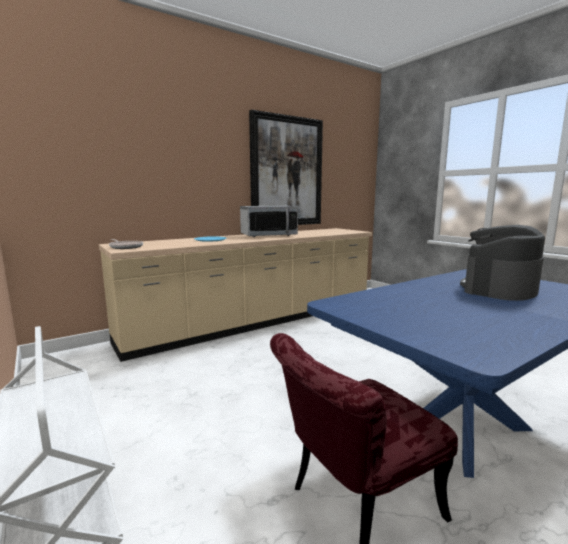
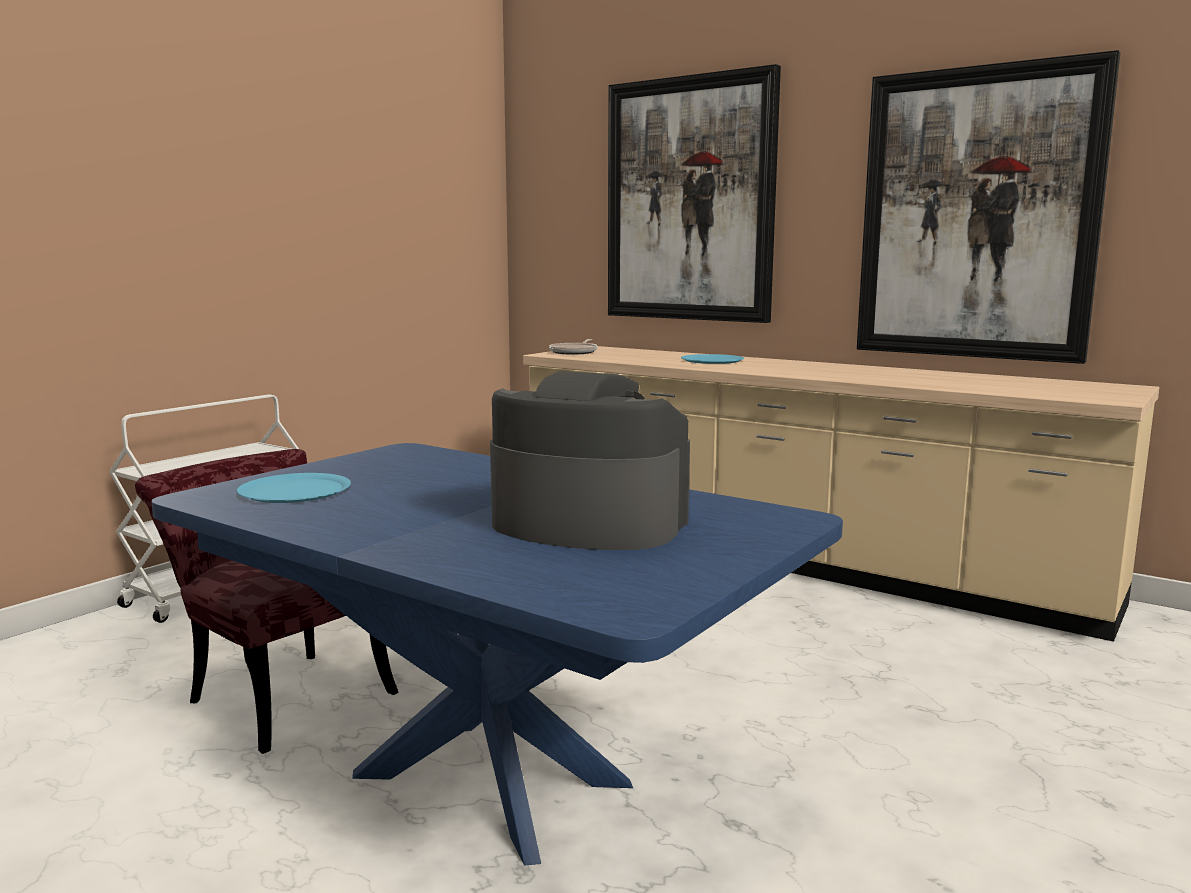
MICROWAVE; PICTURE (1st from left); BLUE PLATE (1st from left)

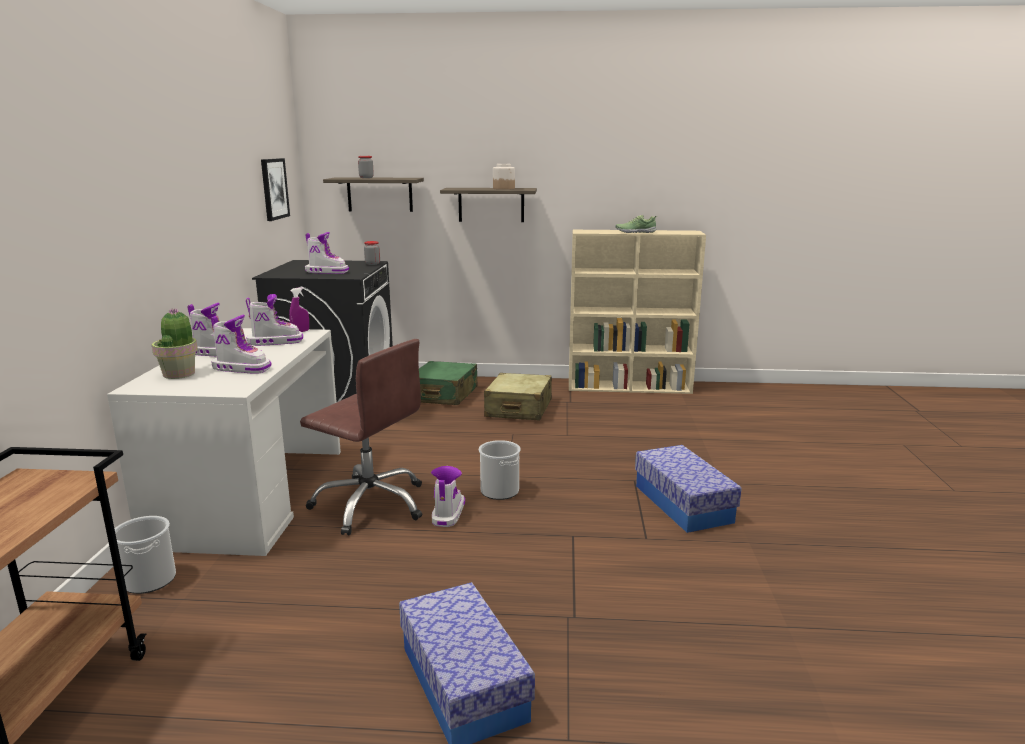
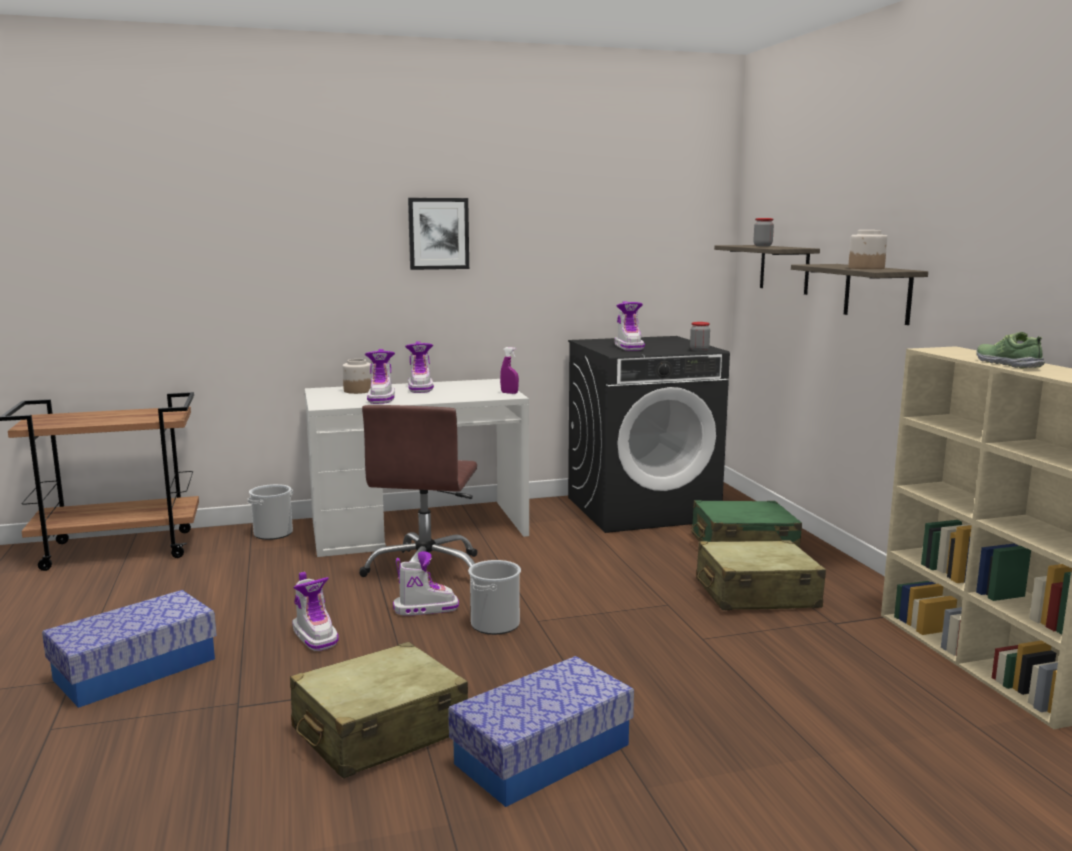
PICTURE; BOOT (1st from left); JAR (1st from left); BEIGE SUITCASE (1st from left)

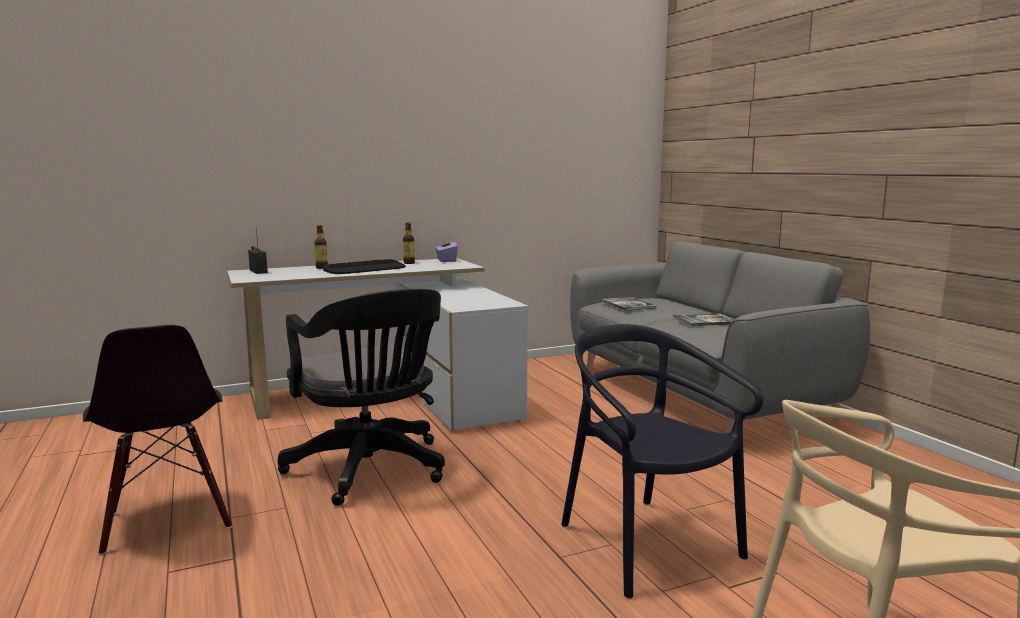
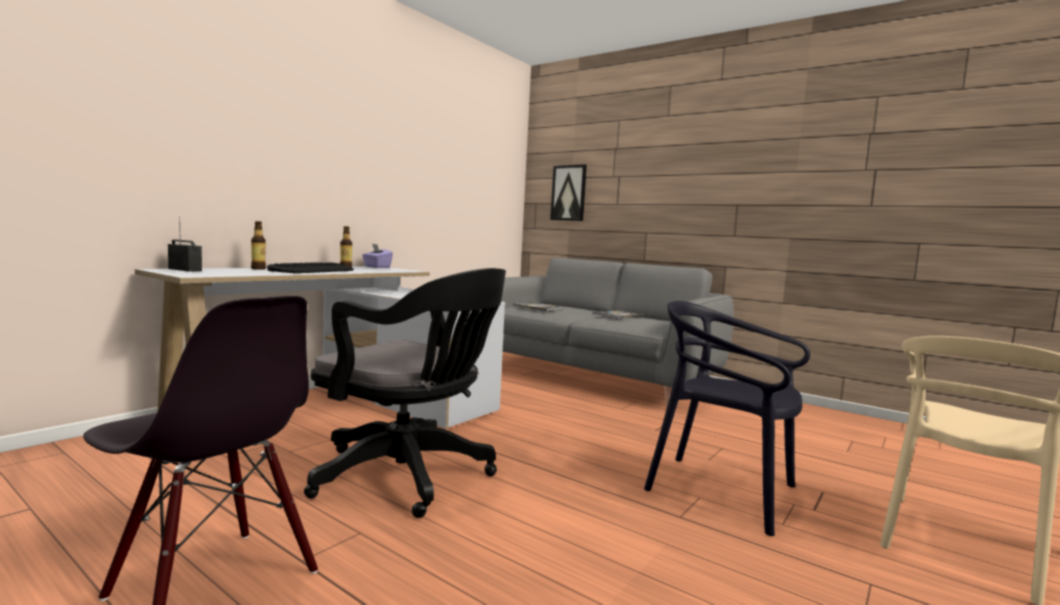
PICTURE

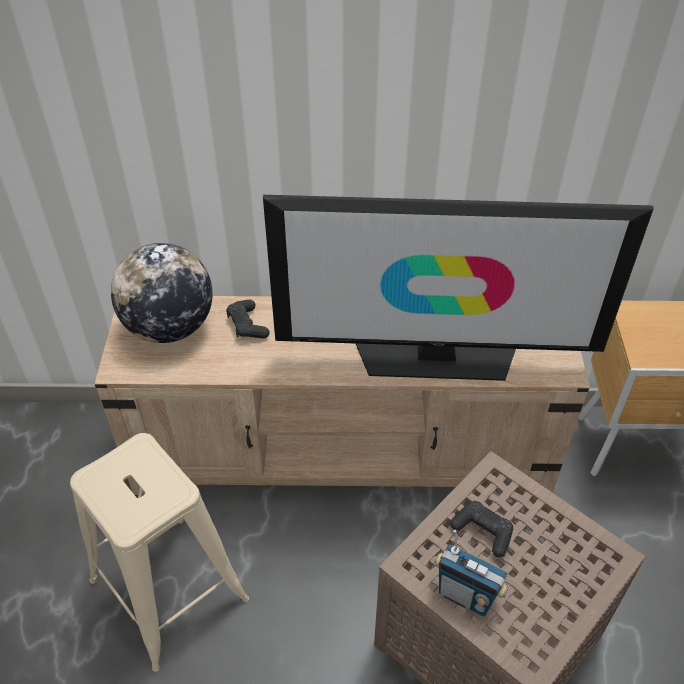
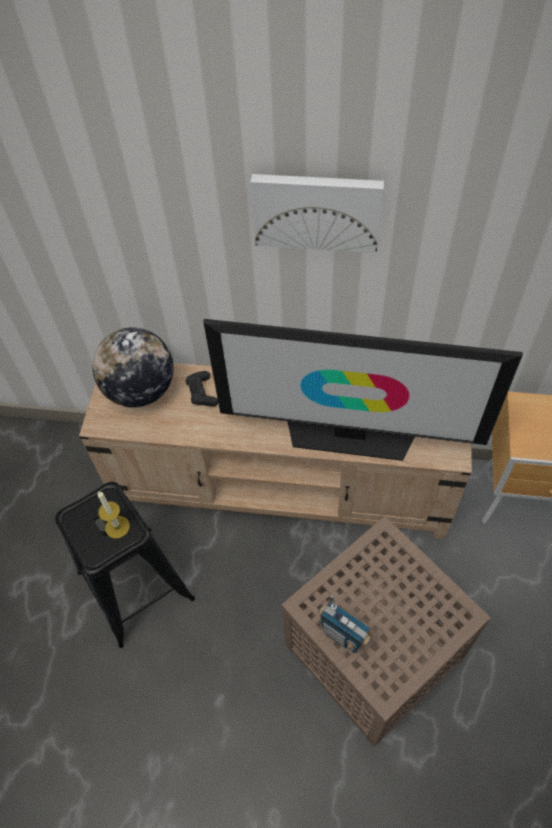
BLACK STOOL; BLACK GAME CONTROLLER (2nd from left in the first image); PICTURE; CANDLE

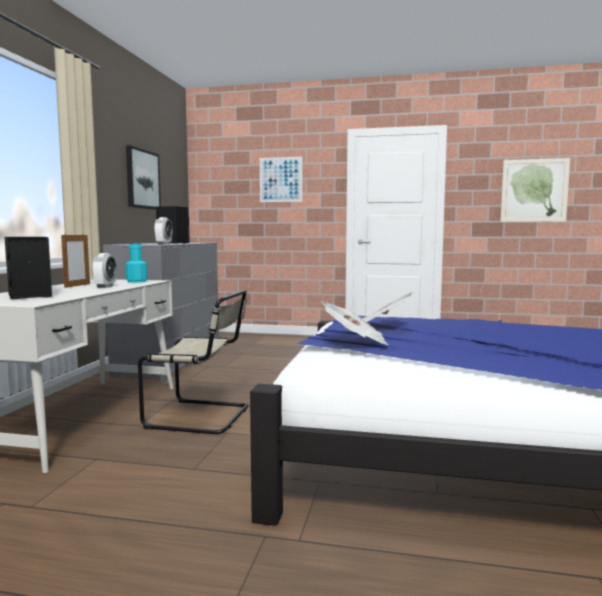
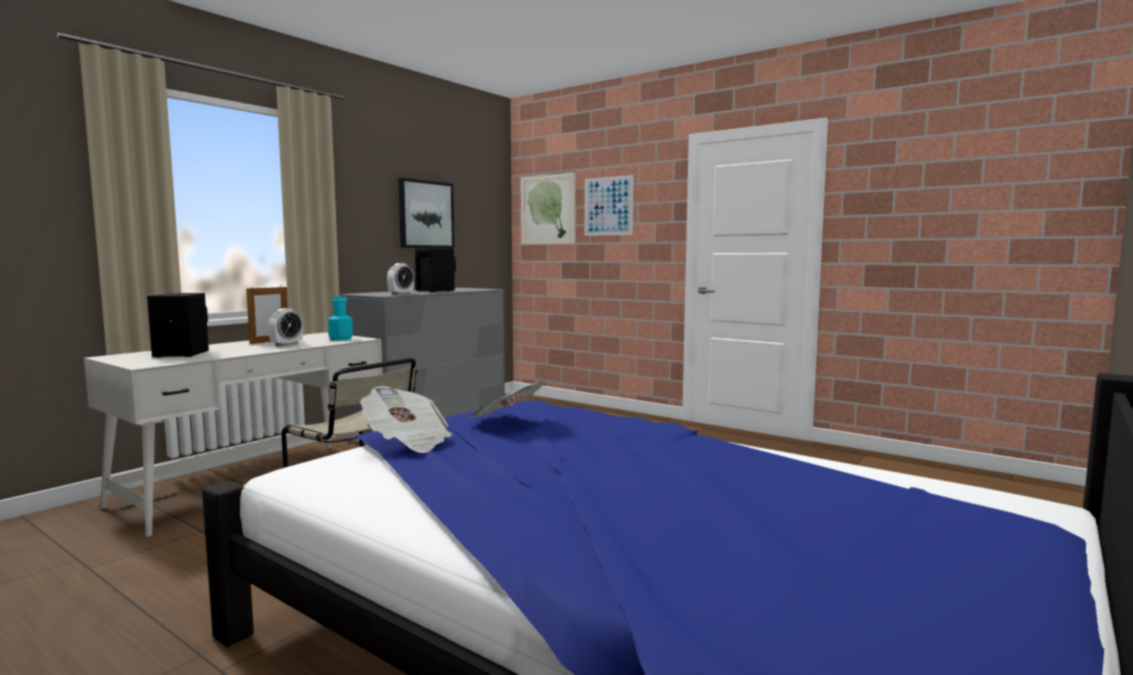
PICTURE (2nd from left)

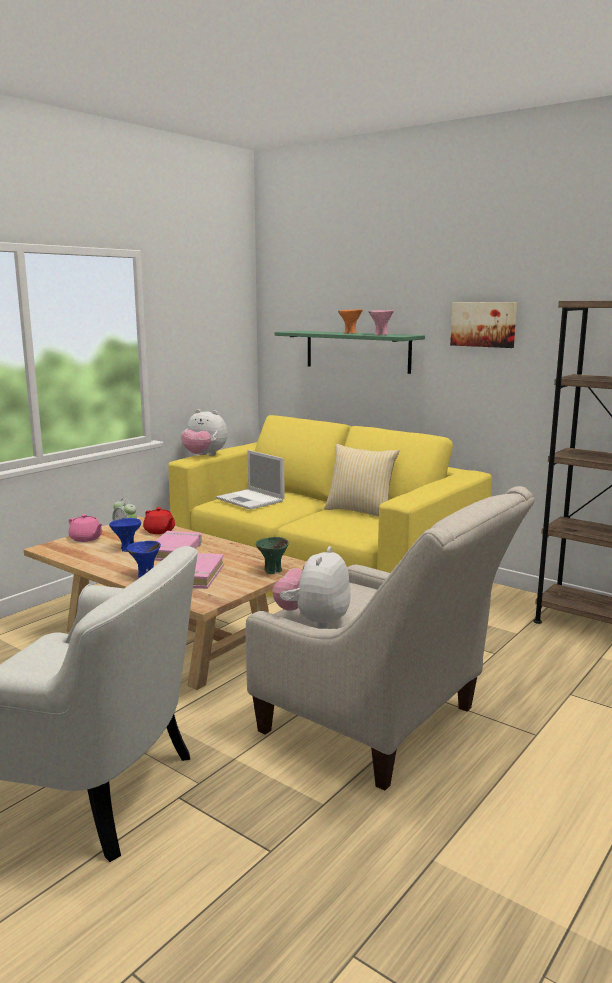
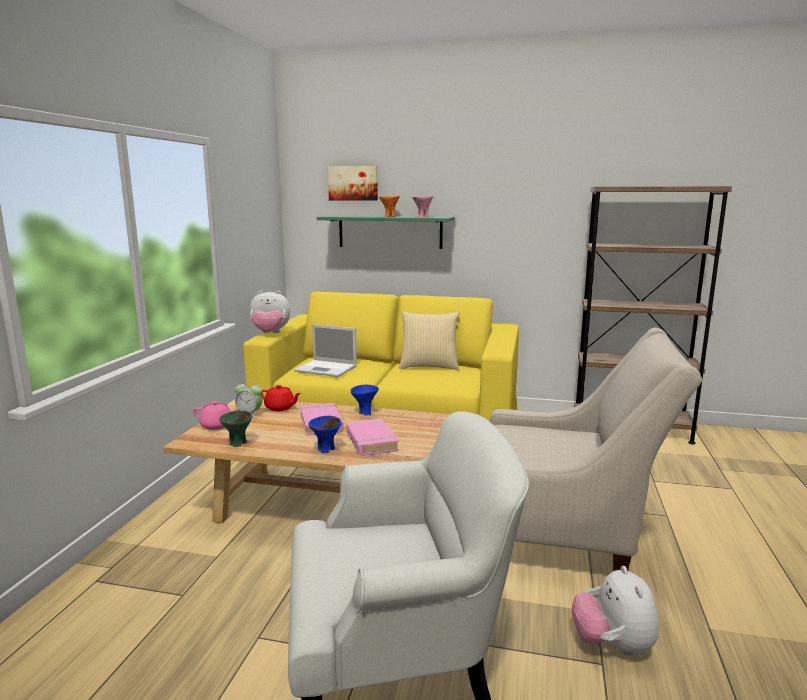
PICTURE; BLUE BOWL (2nd from left); GREEN BOWL; PLUSH TOY (2nd from left)

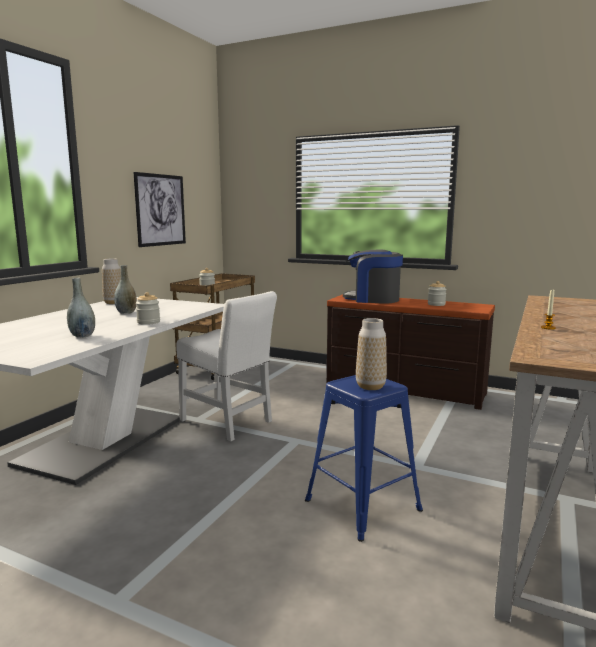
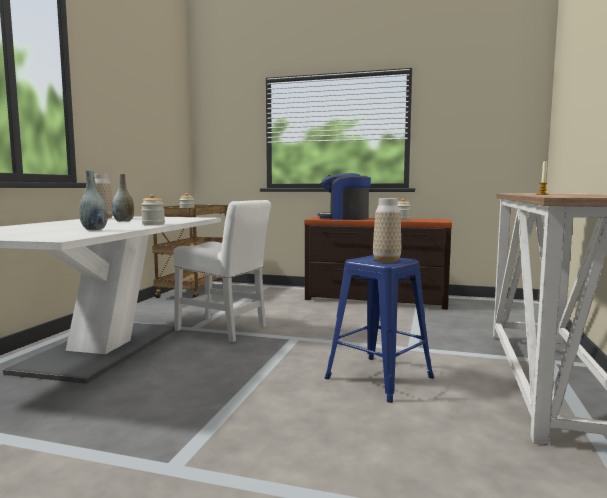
PICTURE

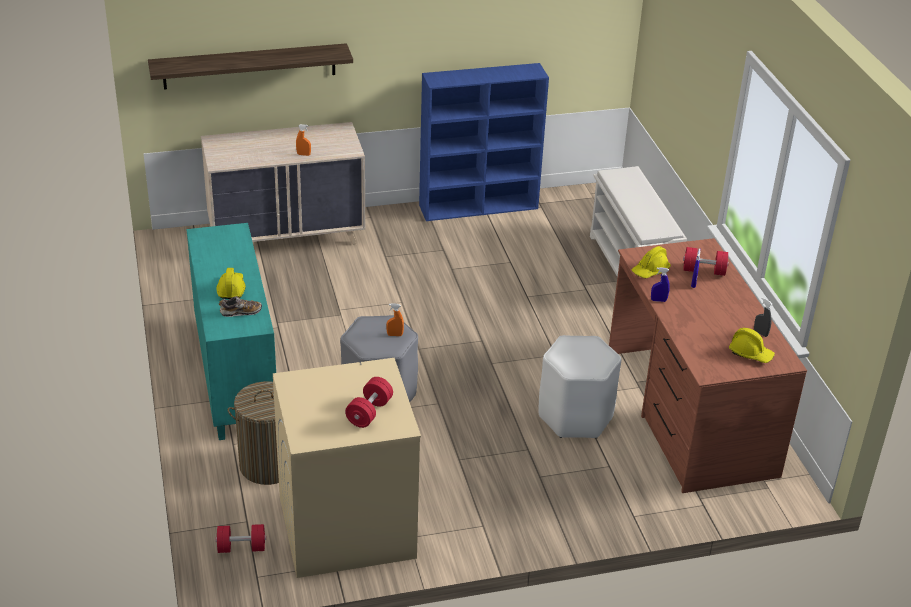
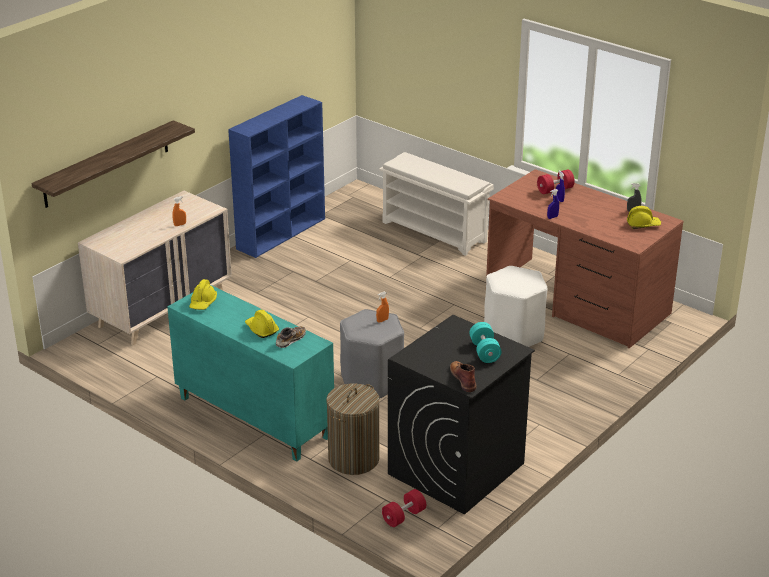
YELLOW HARD HAT (1st from left); BLACK WASHING MACHINE; TURQUOISE DUMBBELL; BROWN BOOT

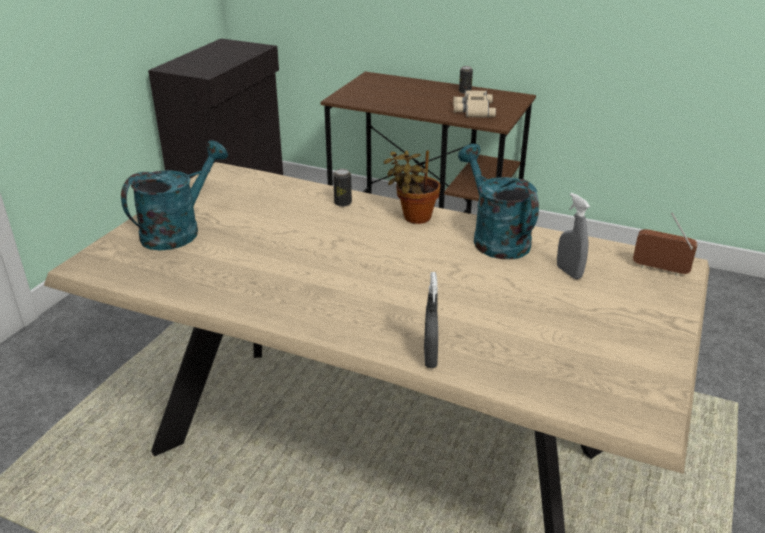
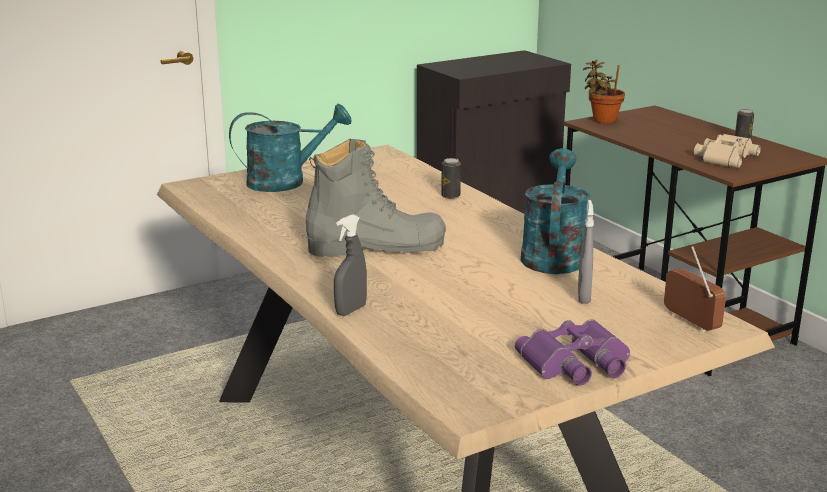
POTTED PLANT; GREY BOOT; PURPLE BINOCULARS

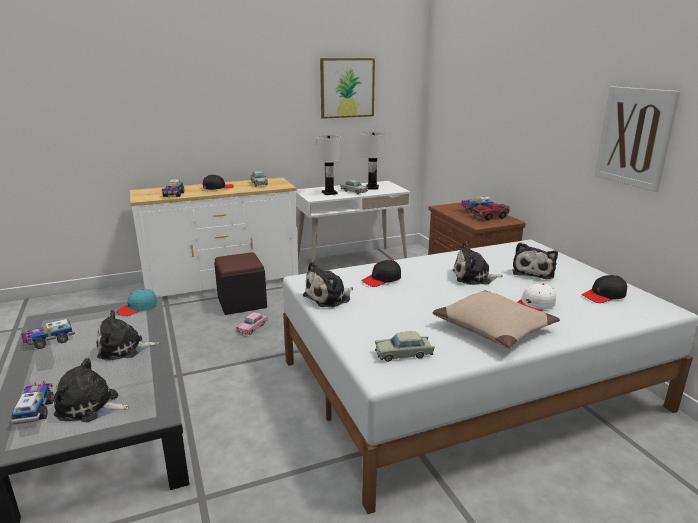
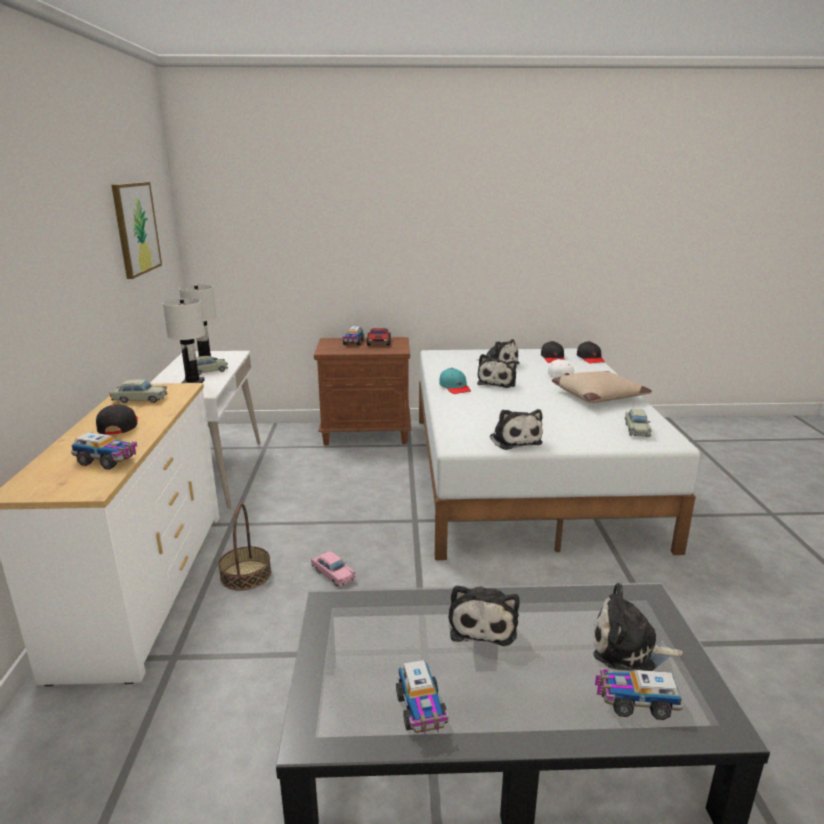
PICTURE (2nd from left in the first image); BASKET; BLACK CAP (3rd from left); TURQUOISE CAP; PLUSH TOY (5th from left)

